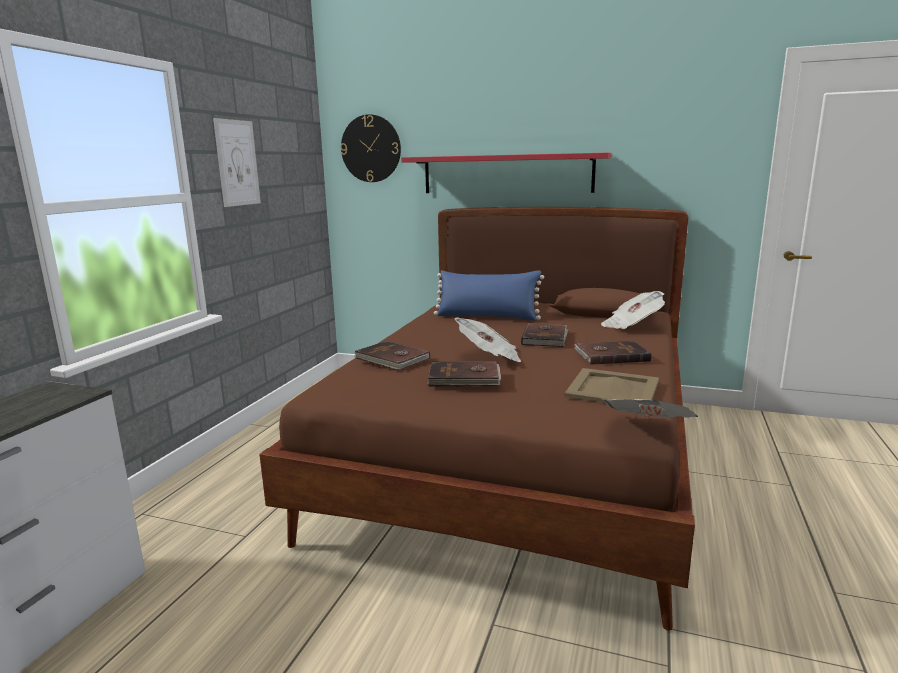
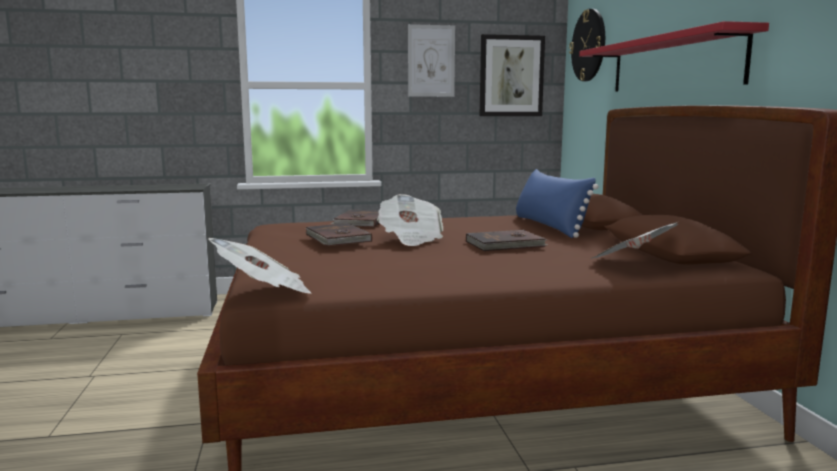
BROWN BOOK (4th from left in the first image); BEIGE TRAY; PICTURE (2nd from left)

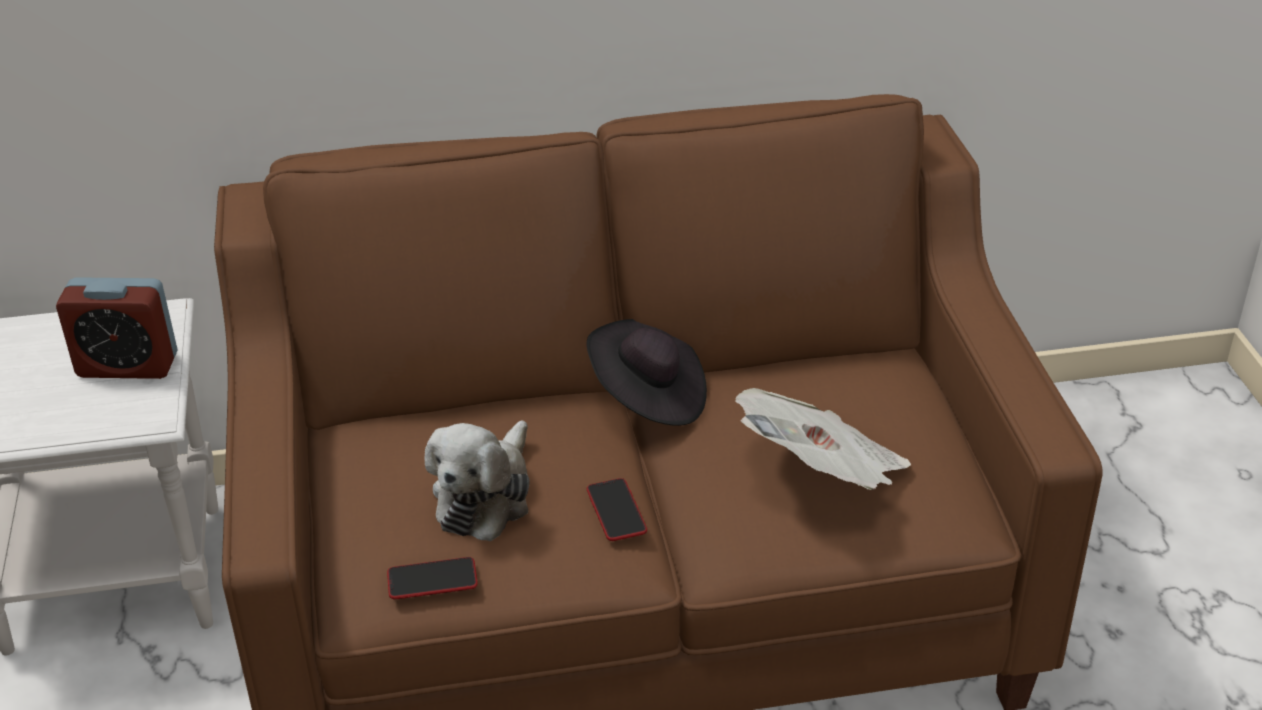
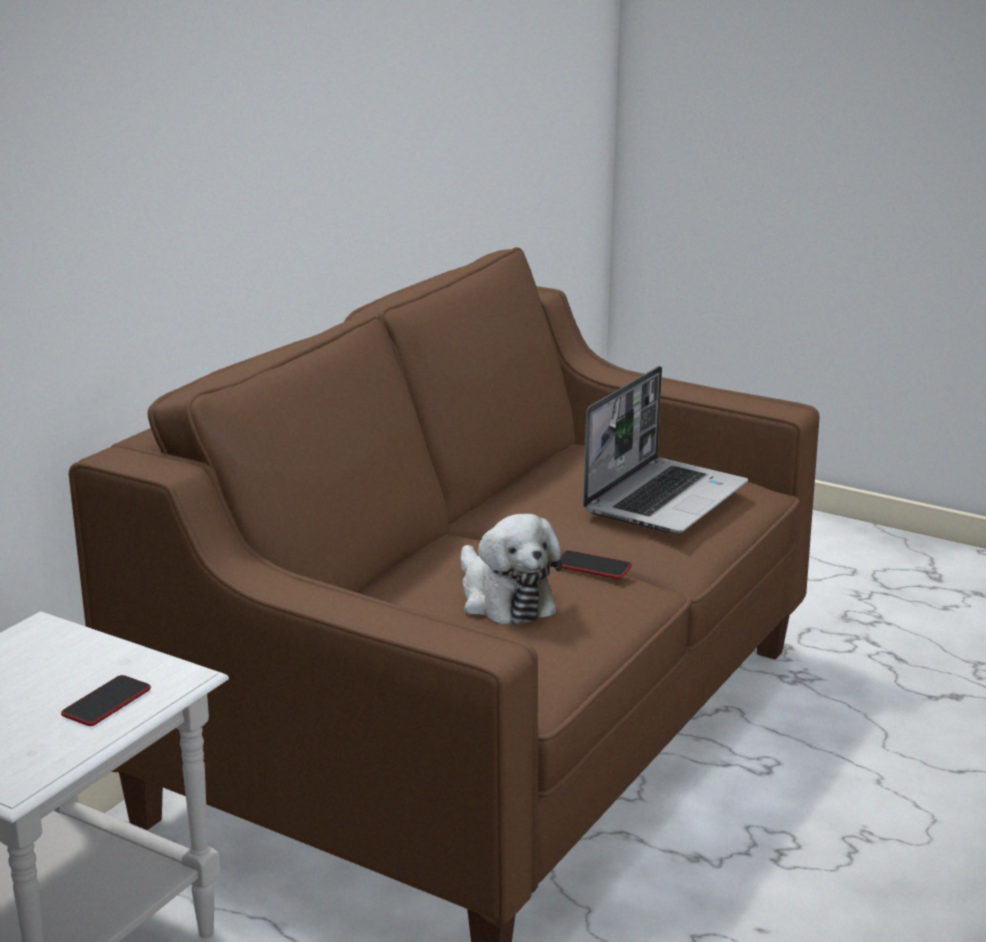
ALARM CLOCK; BLACK HAT; LAPTOP; PHONE (1st from left)

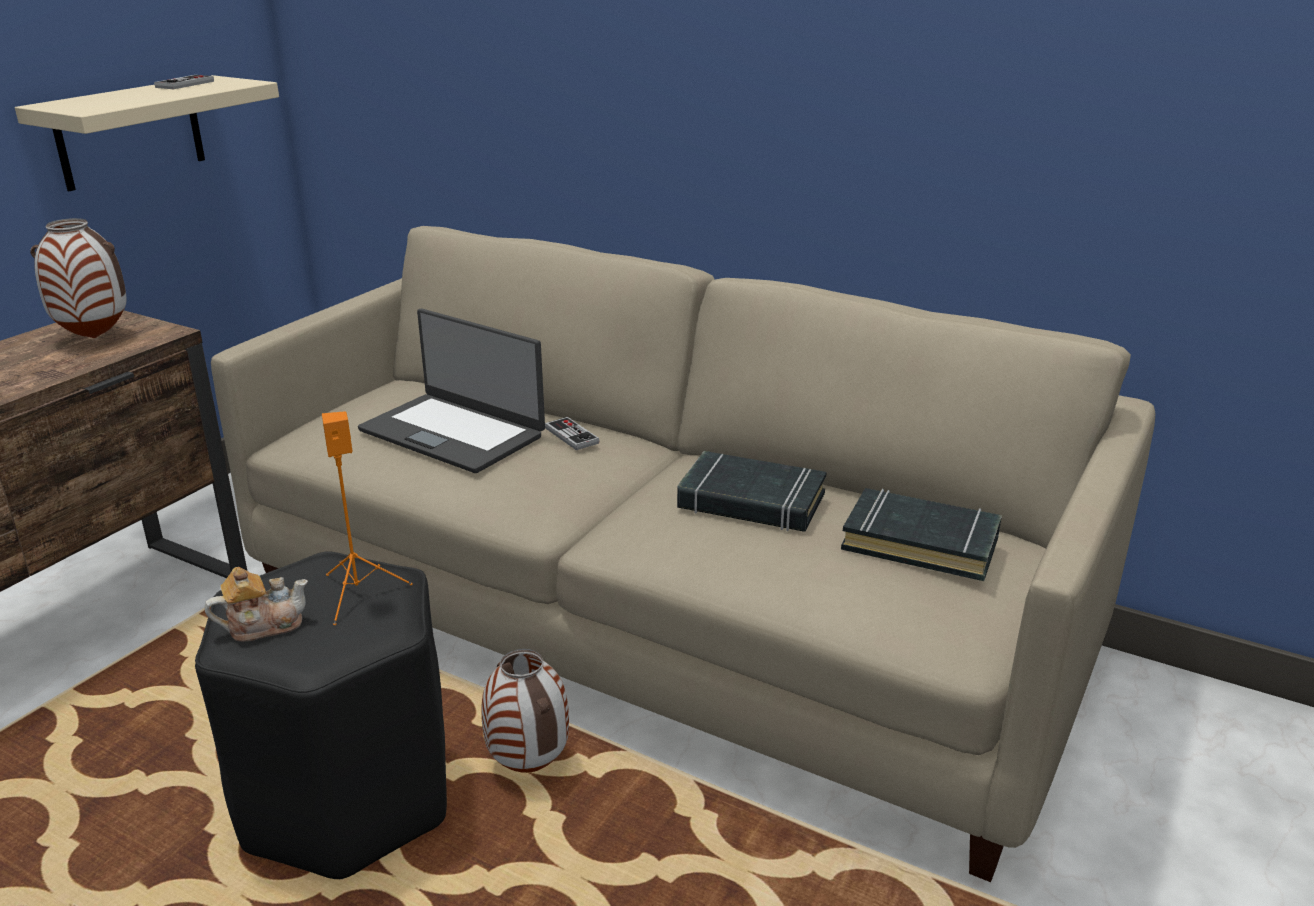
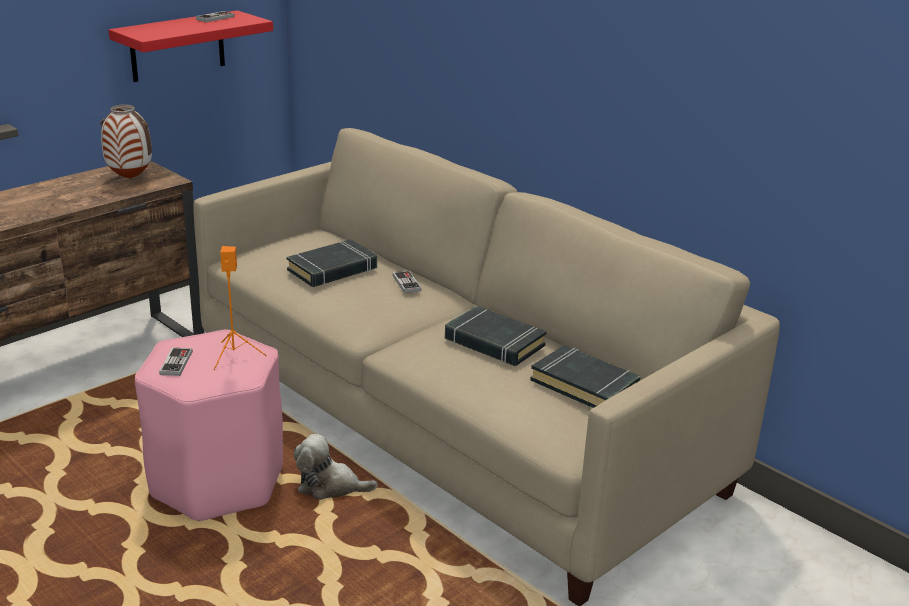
RED SHELF; BLACK BOOK (1st from left); PINK STOOL; GAME CONTROLLER (1st from left); PLUSH TOY

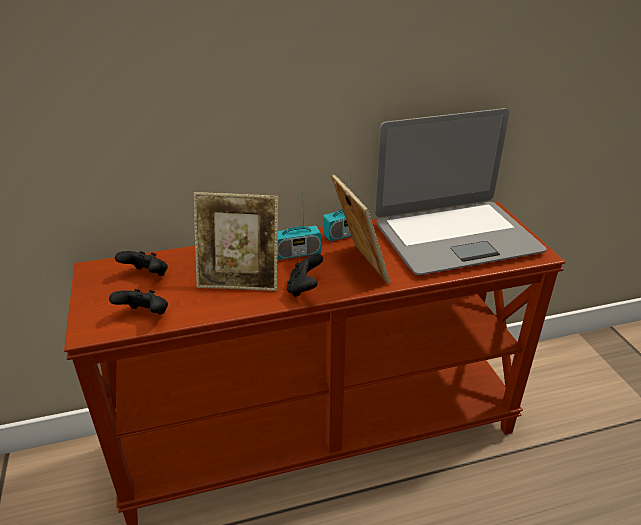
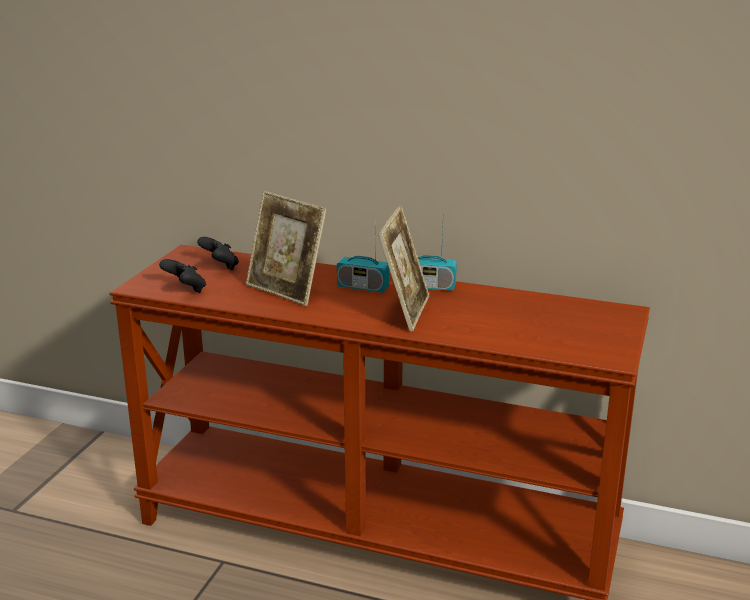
LAPTOP; BLACK GAME CONTROLLER (3rd from left in the first image)

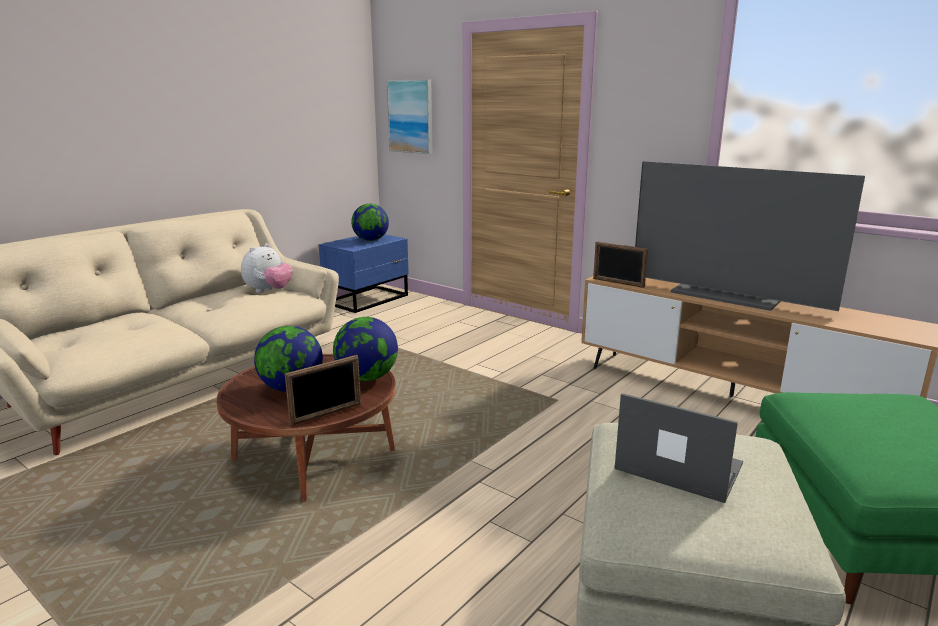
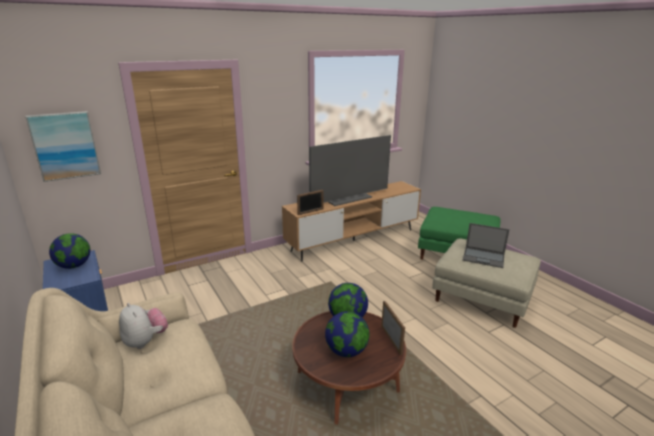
LAPTOP

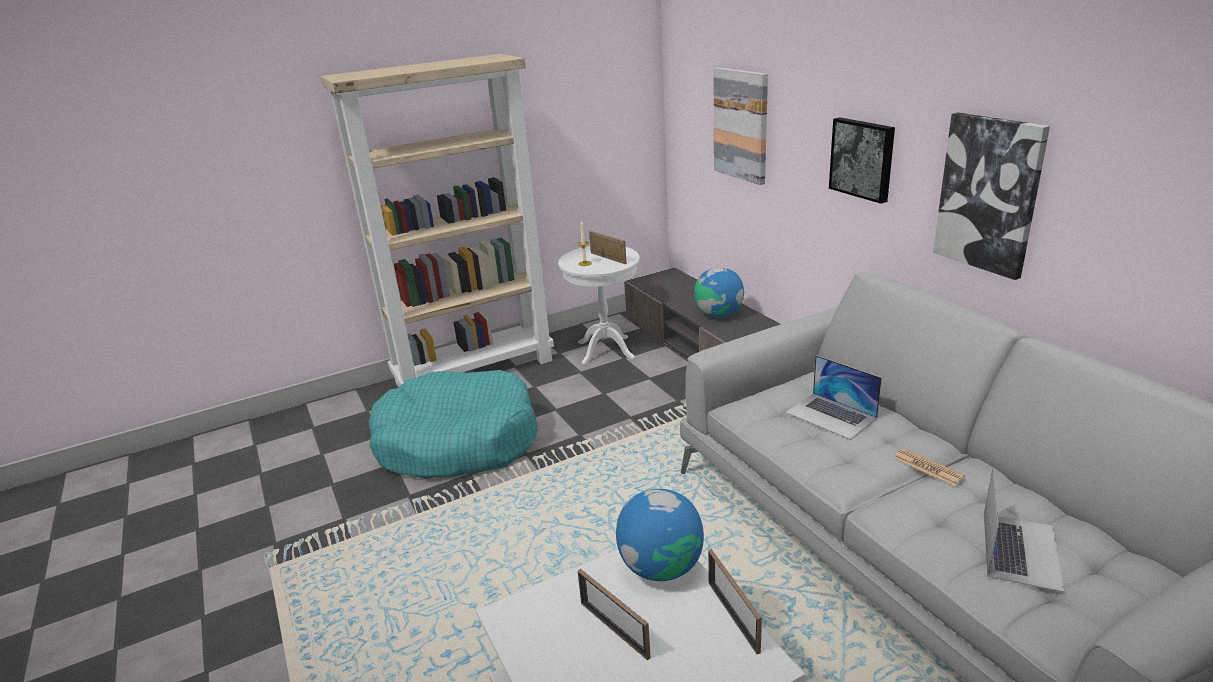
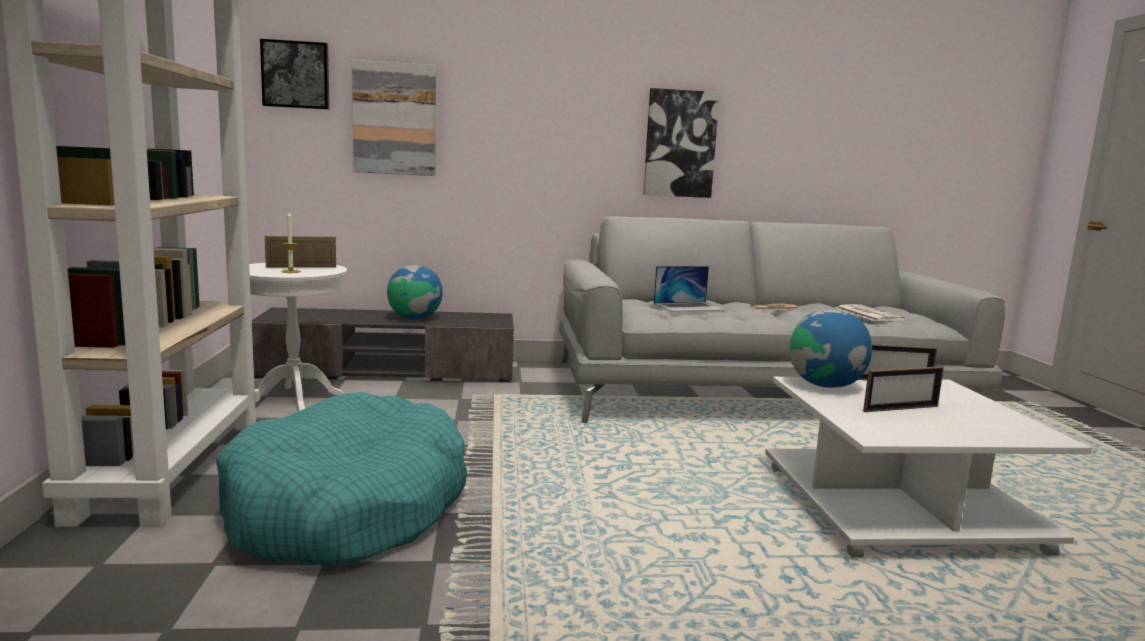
PICTURE (1st from left); NEWSPAPER (2nd from left)

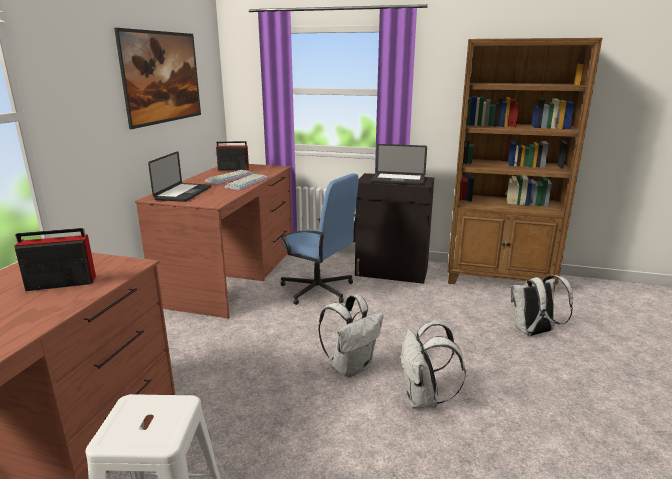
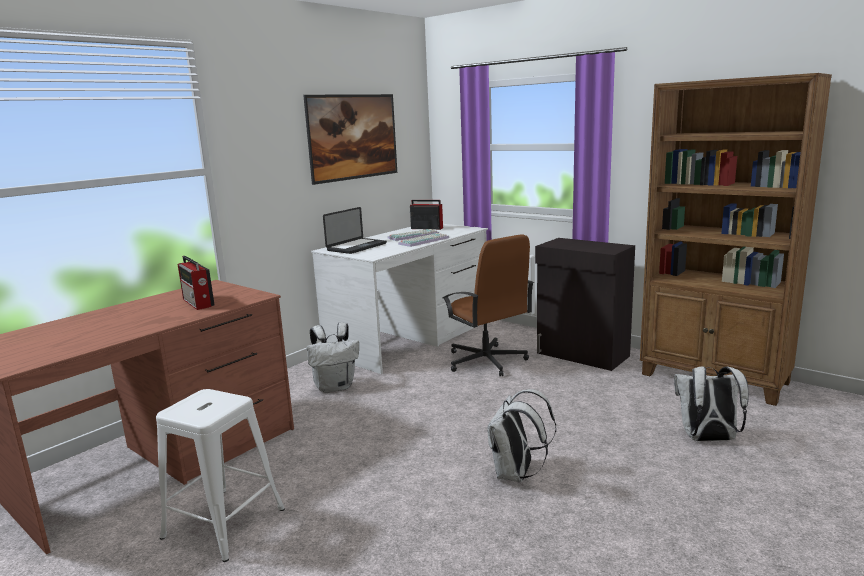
LAPTOP (2nd from left in the first image); WHITE DESK; BROWN OFFICE CHAIR; RADIO (1st from left); WHITE BACKPACK (1st from left)

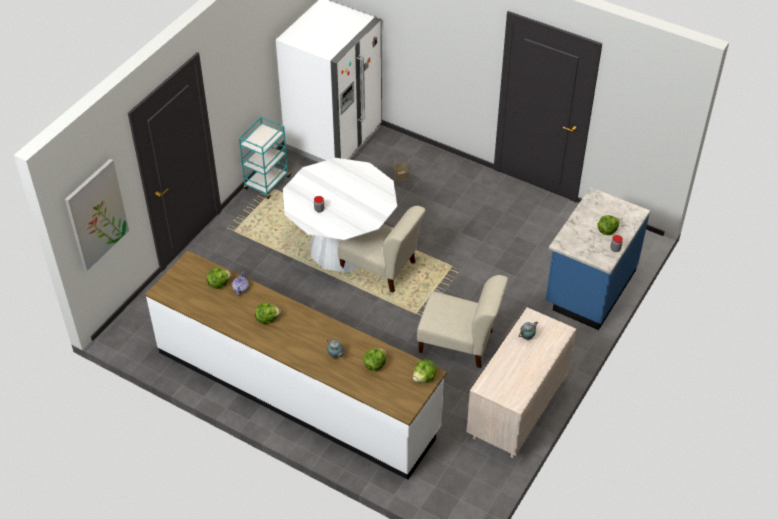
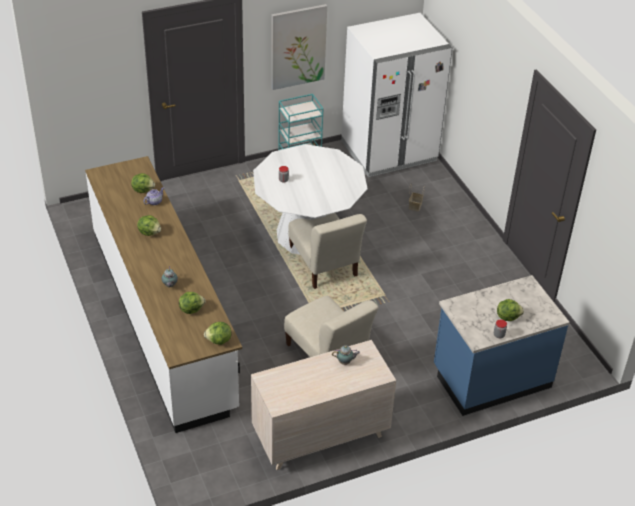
PICTURE

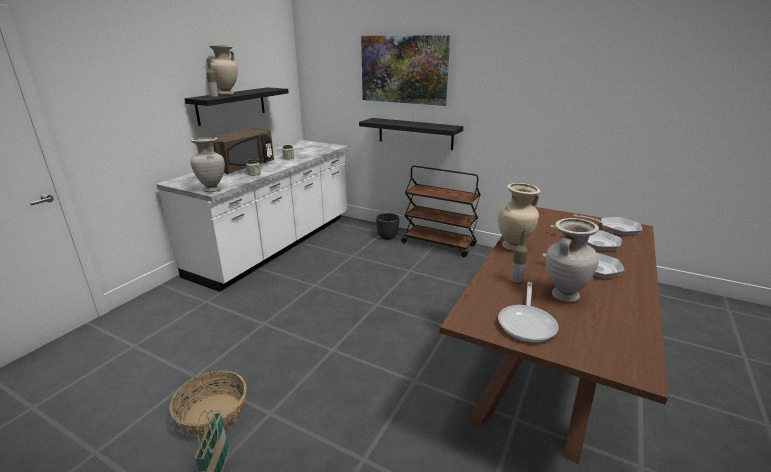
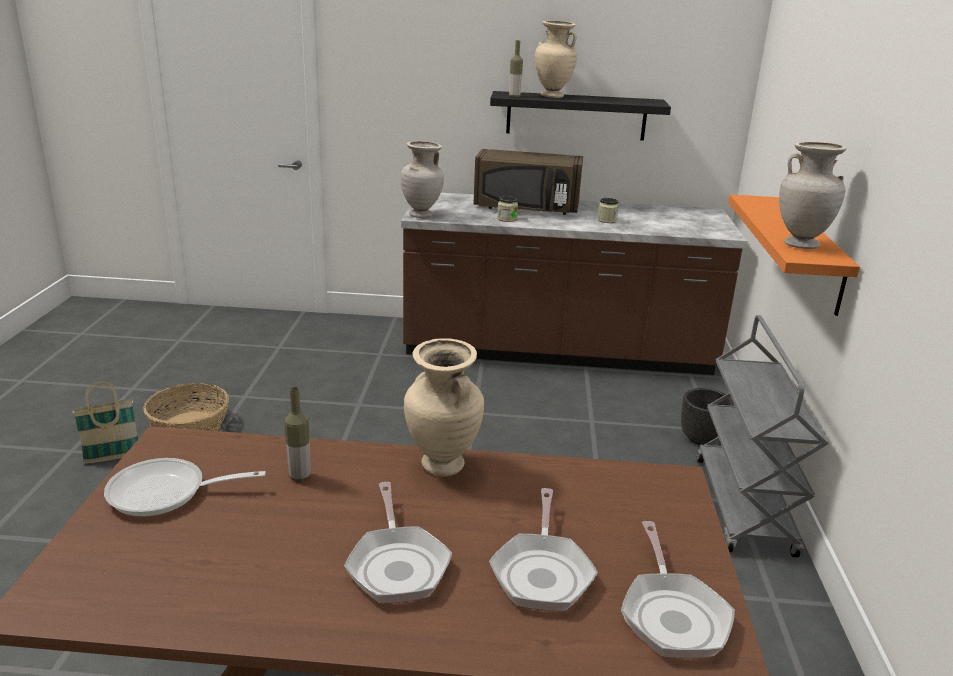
PICTURE; ORANGE SHELF; BROWN COUNTER; GREY CART; BEIGE VASE (4th from left)

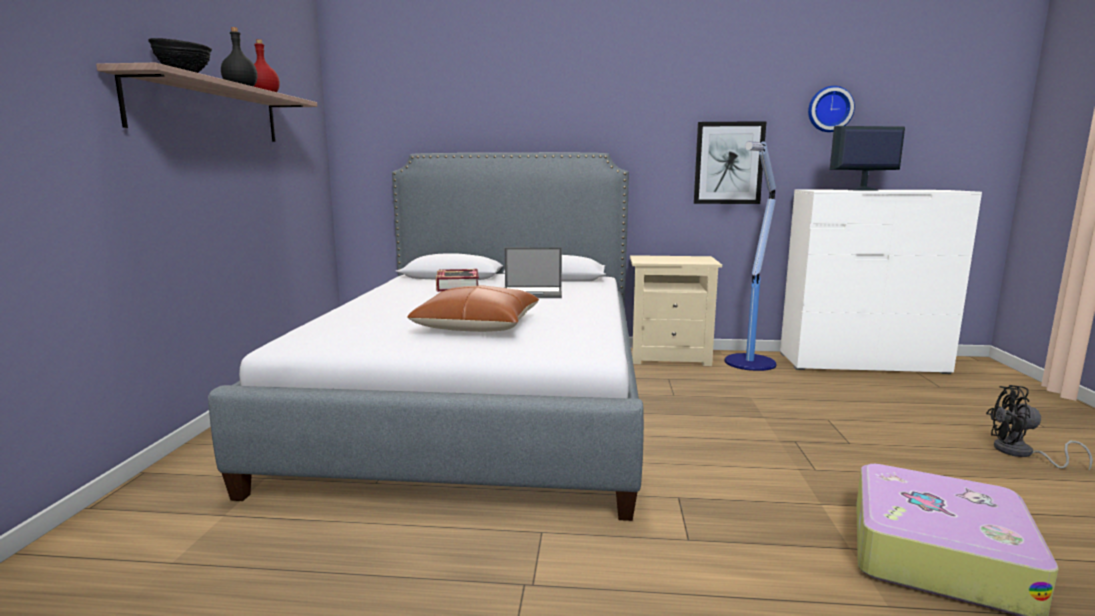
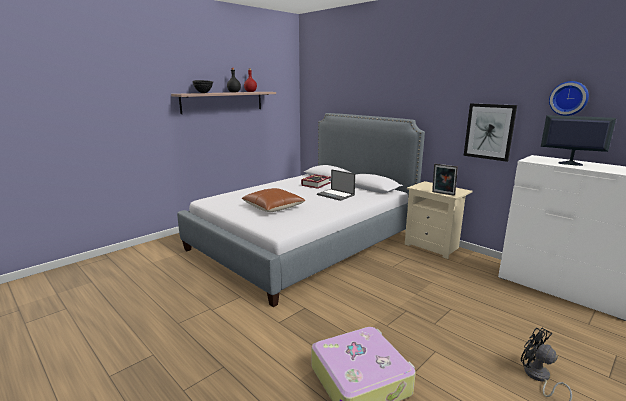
FLOOR LAMP; PICTURE FRAME

